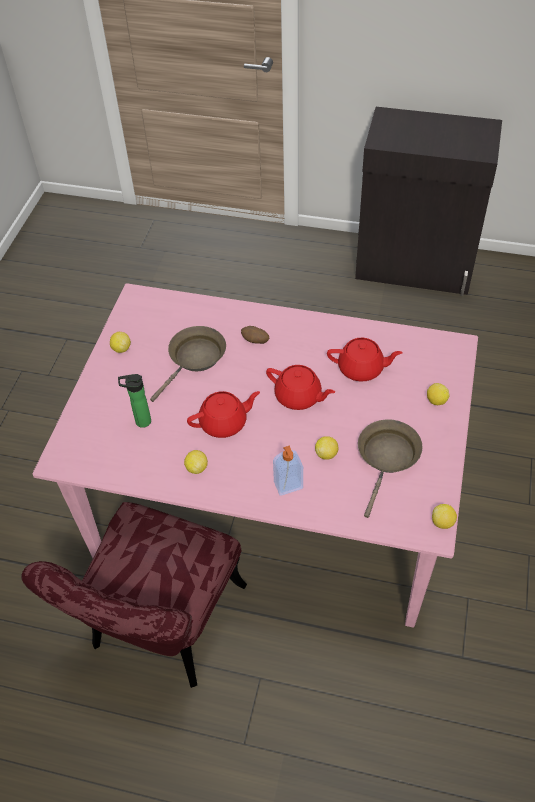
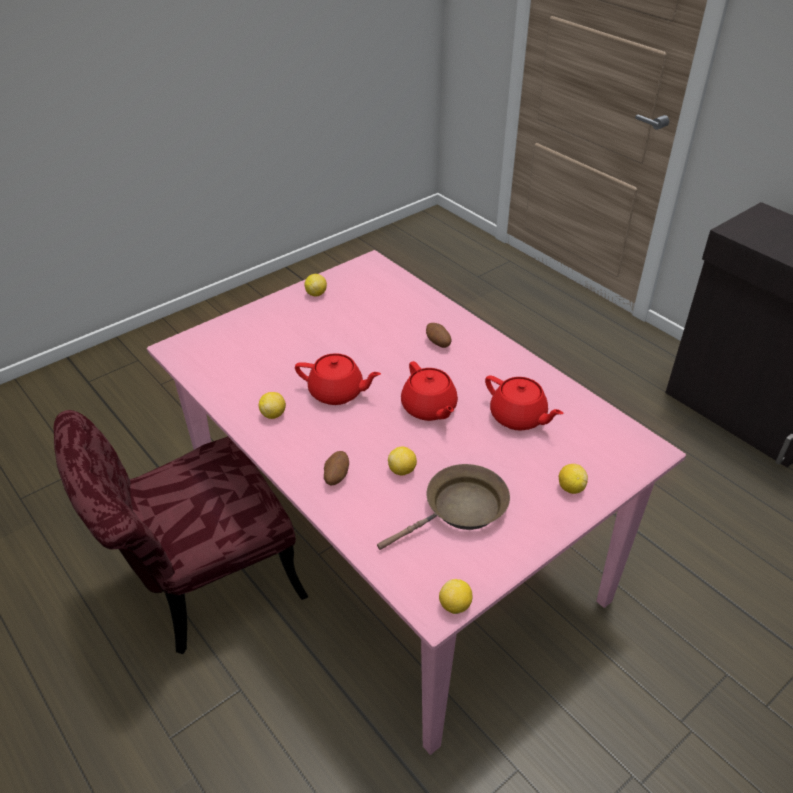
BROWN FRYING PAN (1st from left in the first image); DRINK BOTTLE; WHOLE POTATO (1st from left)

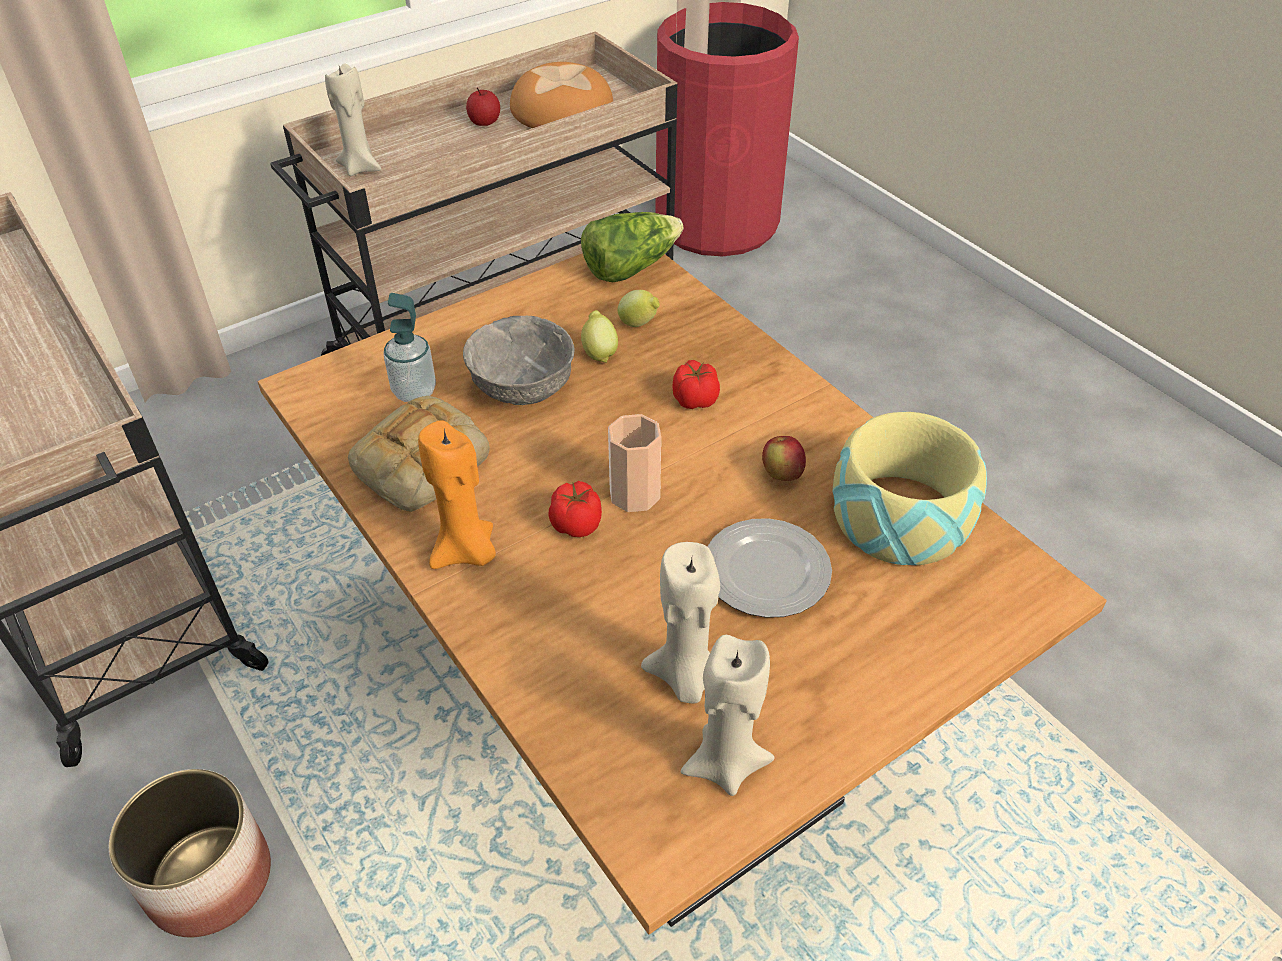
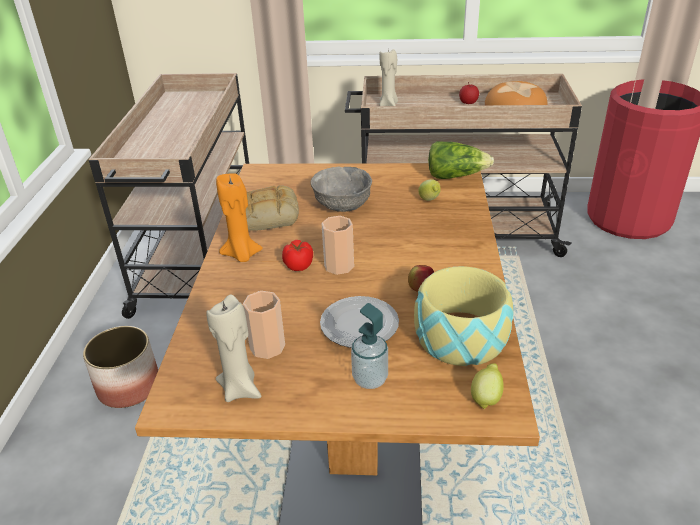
SOAP BOTTLE; WHOLE LEMON (2nd from left); FRESH TOMATO (2nd from left in the first image); SMALL CUP (1st from left)

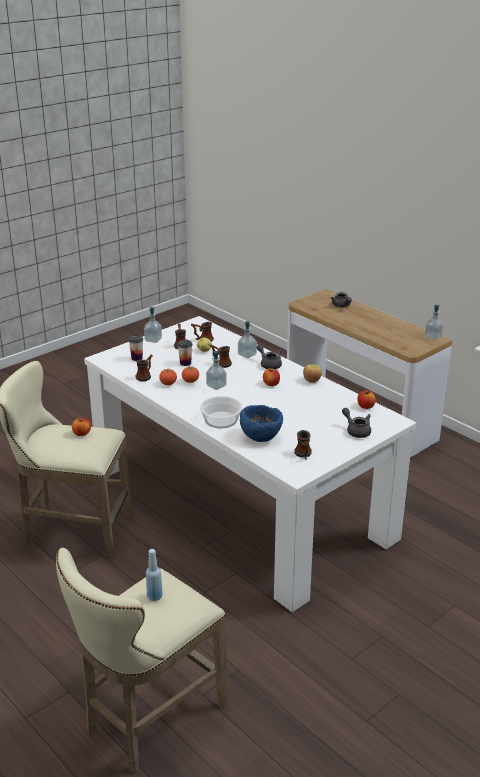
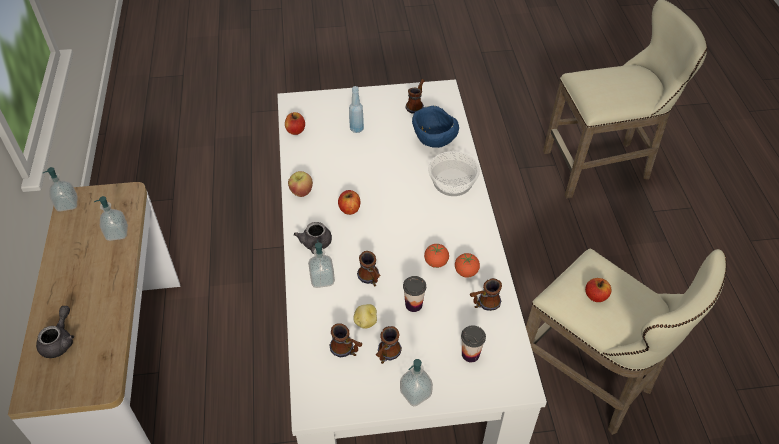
SOAP BOTTLE (2nd from left); GRAY TEAPOT (3rd from left in the first image); BLUISH DRINK BOTTLE

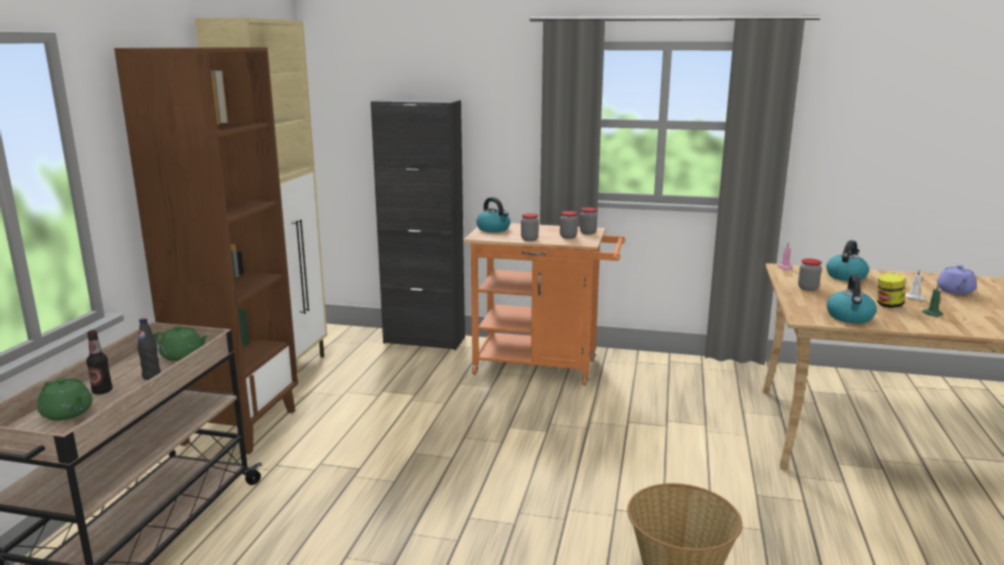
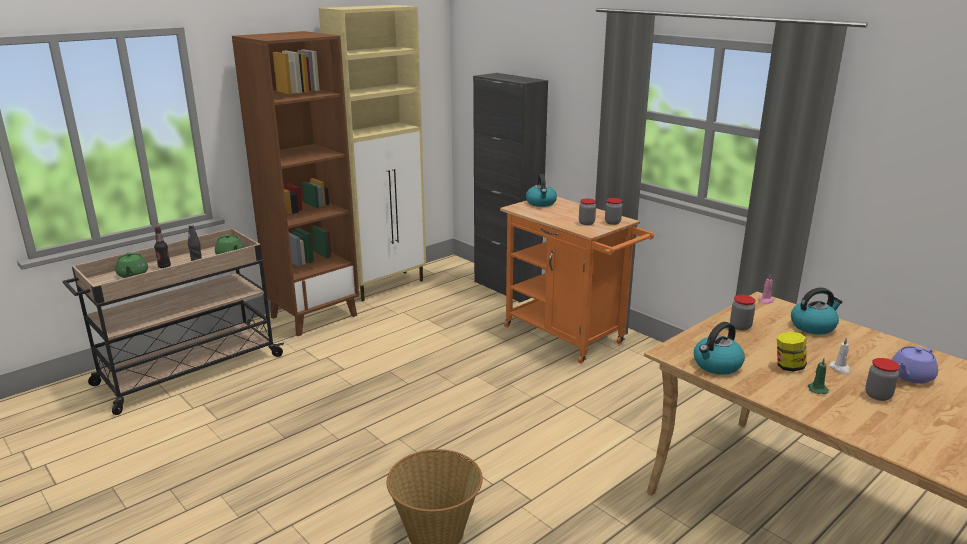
STORAGE JAR (5th from left)

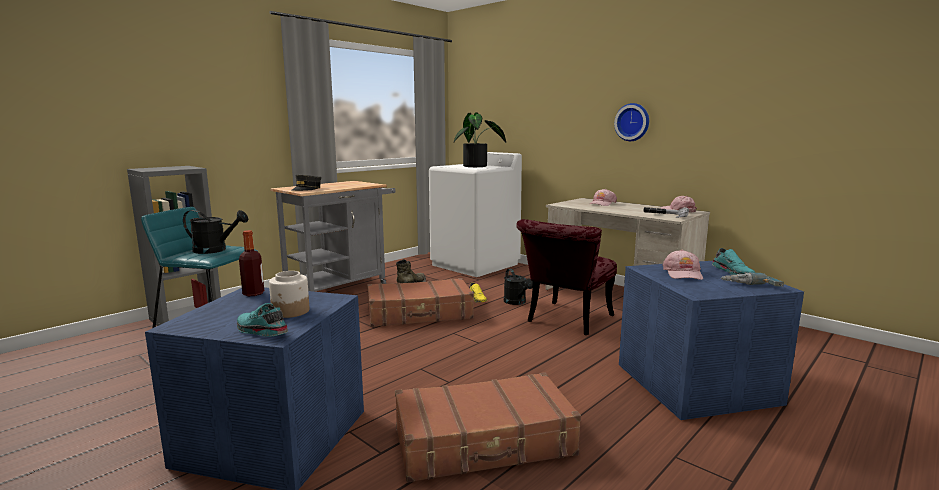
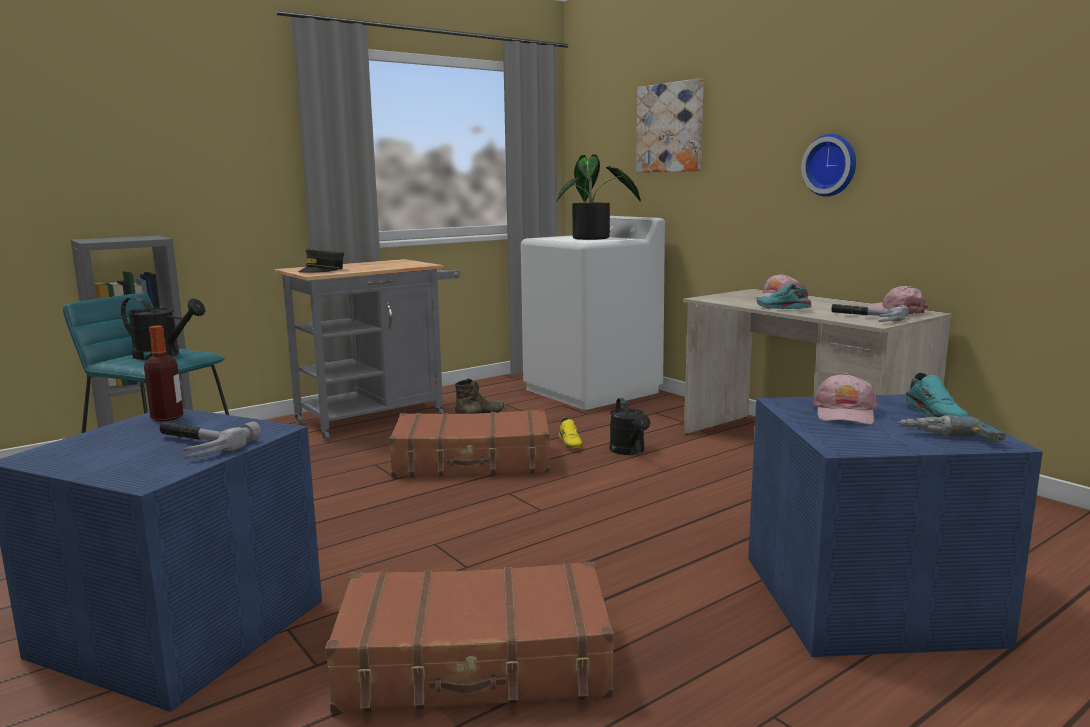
REDDISH PLAIN CHAIR; HAND HAMMER (1st from left); TURQUOISE-COLOURED SHOE (1st from left); WALL ART

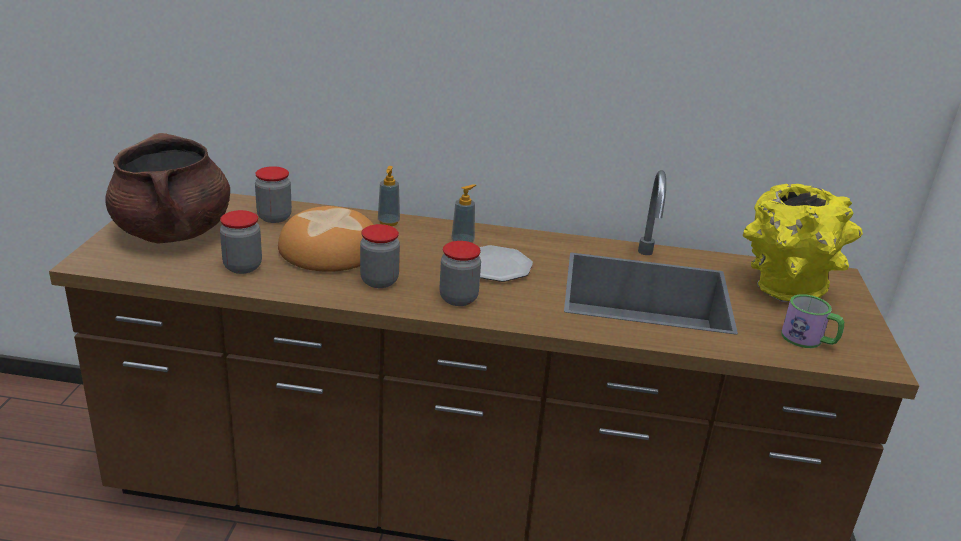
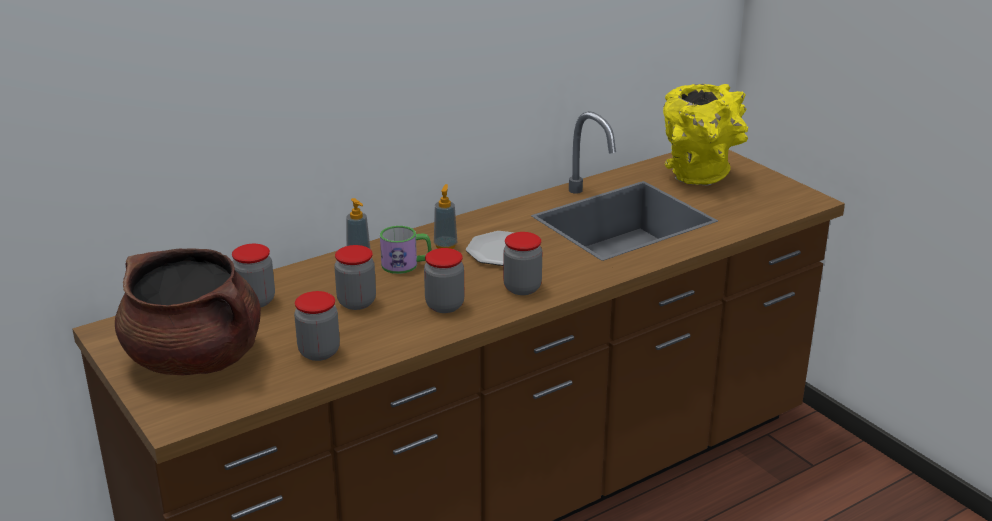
STORAGE JAR (3rd from left); COFFEE MUG

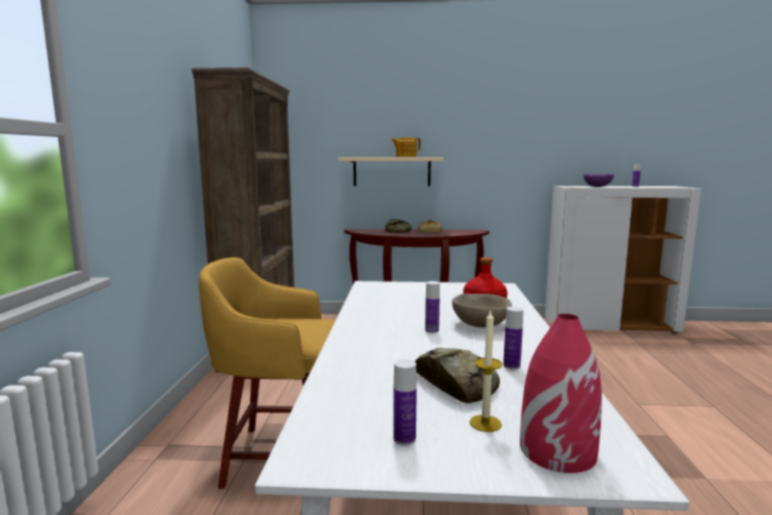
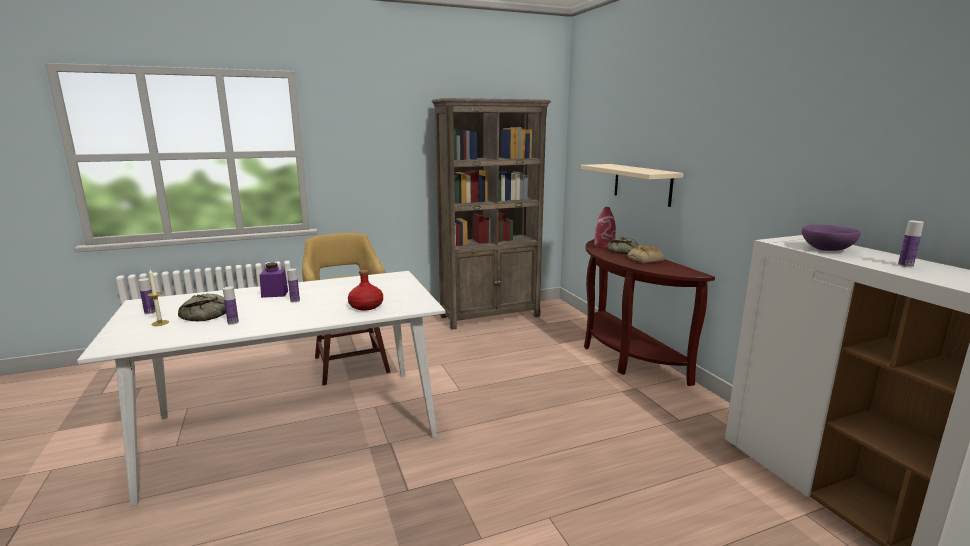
TEAPOT; BEIGE-COLOURED SERVING BOWL; REDDISH VASE; PURPLE-COLOURED STORAGE JAR

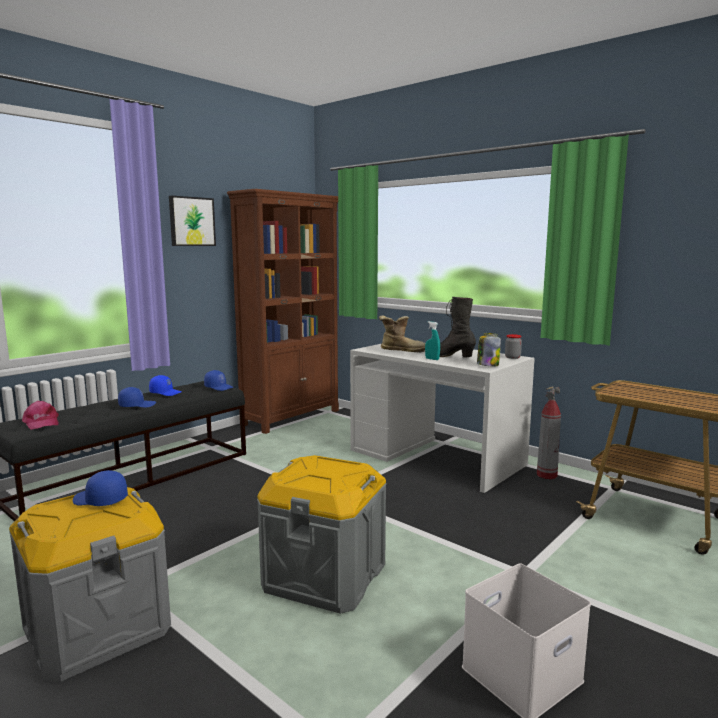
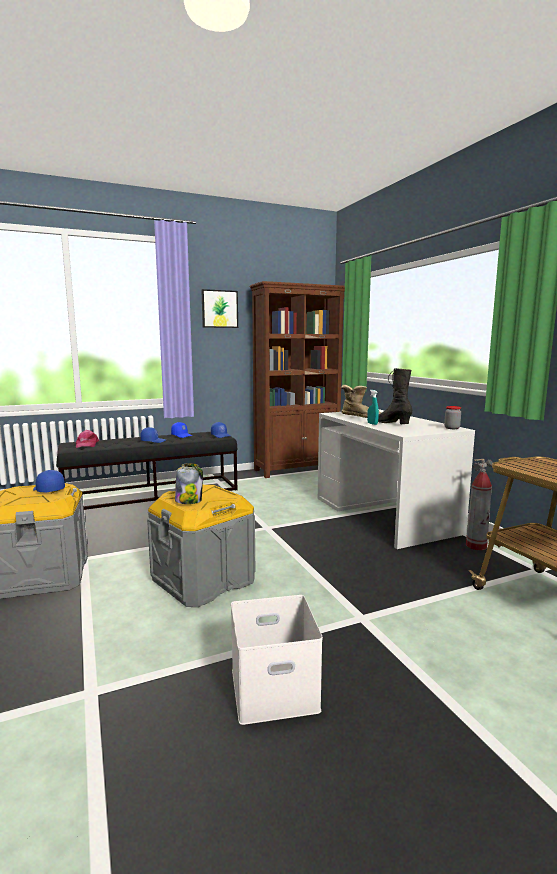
STORAGE JAR (1st from left)

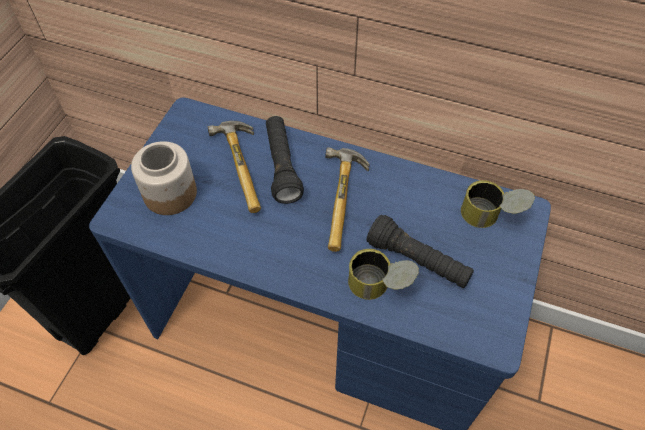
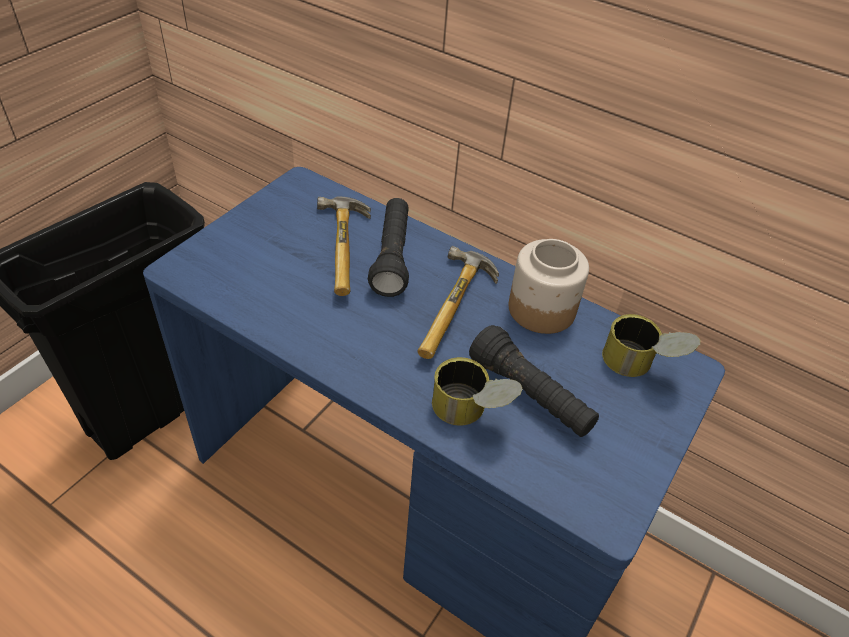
STORAGE JAR

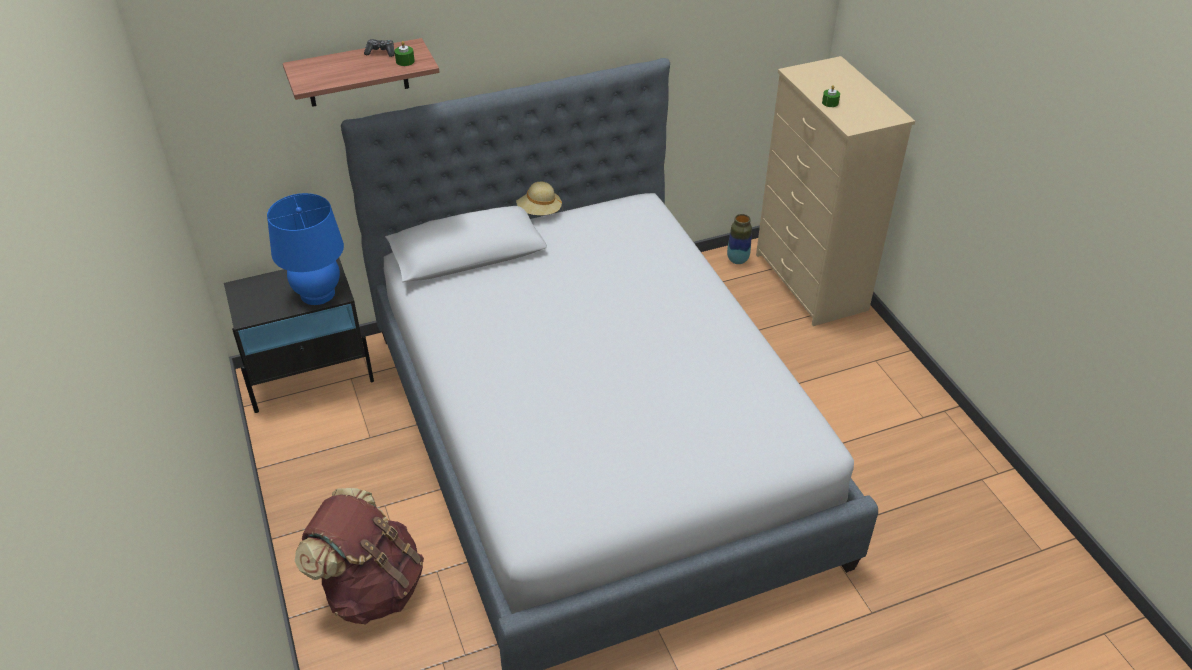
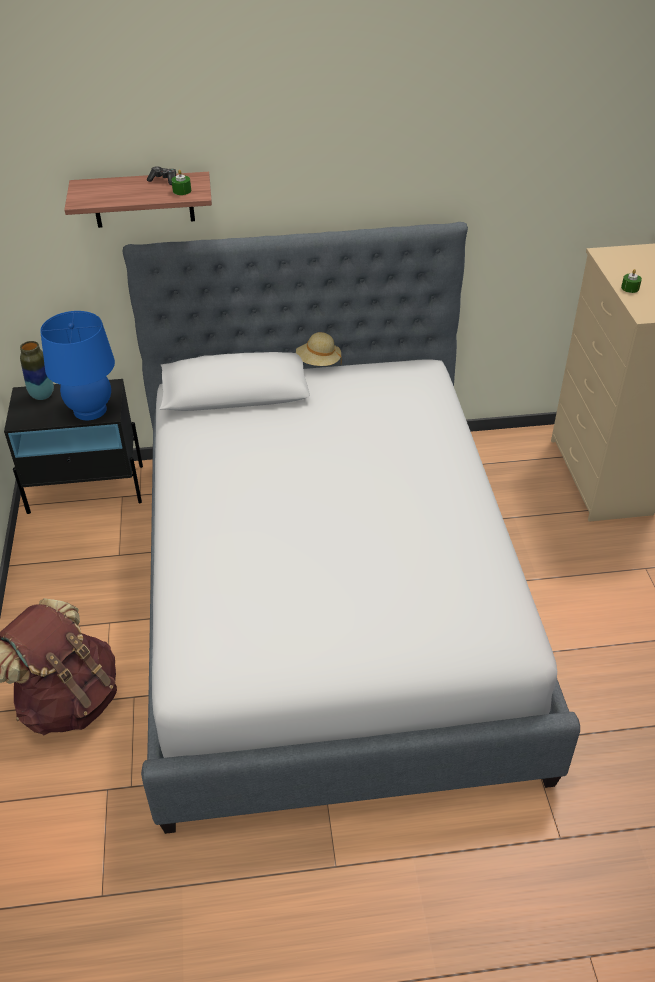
VASE

